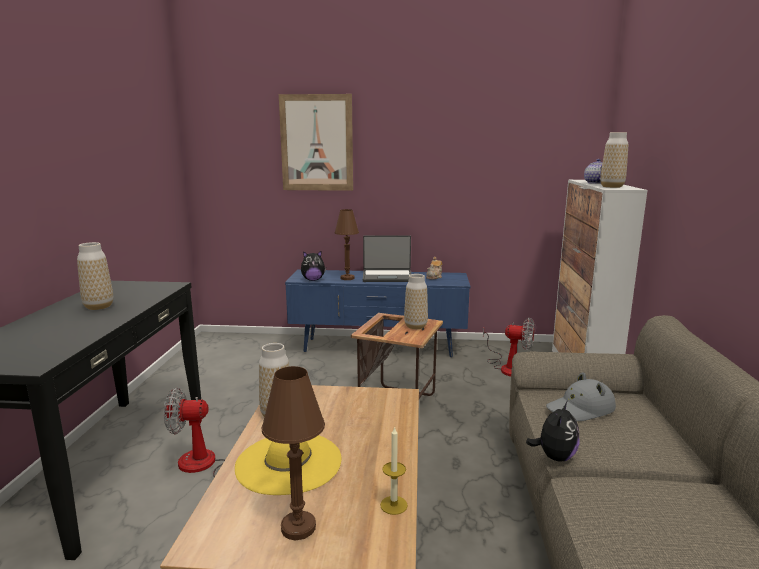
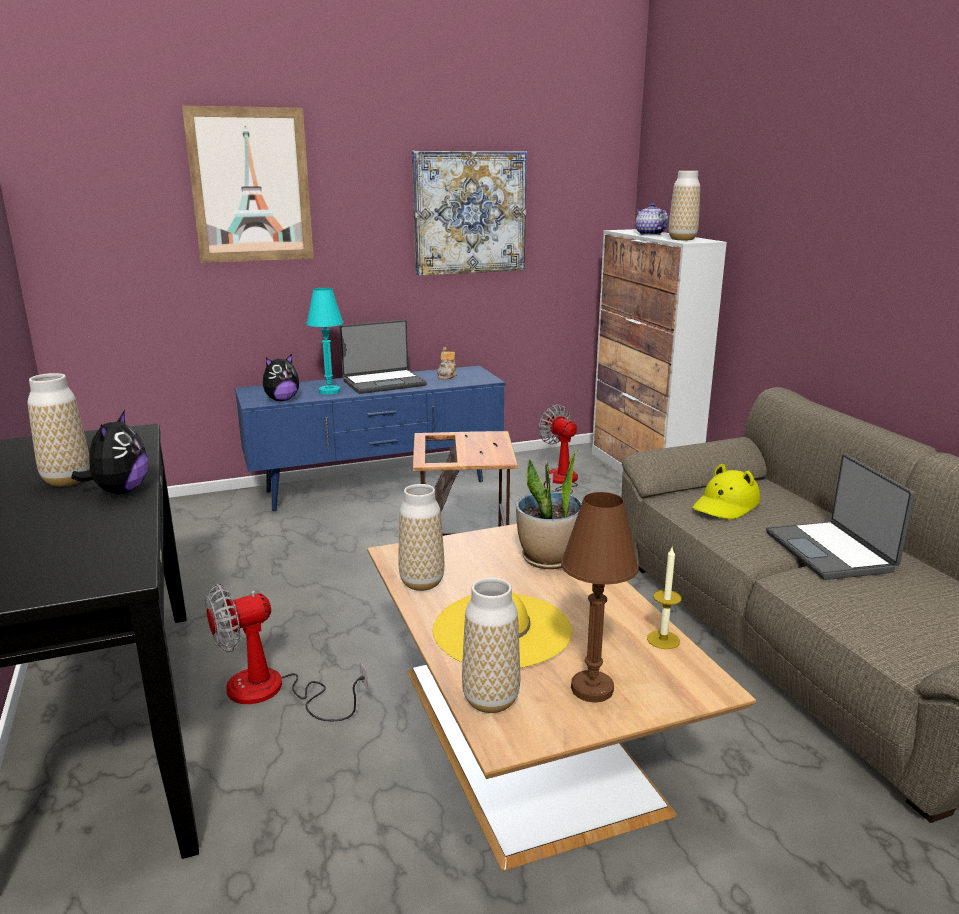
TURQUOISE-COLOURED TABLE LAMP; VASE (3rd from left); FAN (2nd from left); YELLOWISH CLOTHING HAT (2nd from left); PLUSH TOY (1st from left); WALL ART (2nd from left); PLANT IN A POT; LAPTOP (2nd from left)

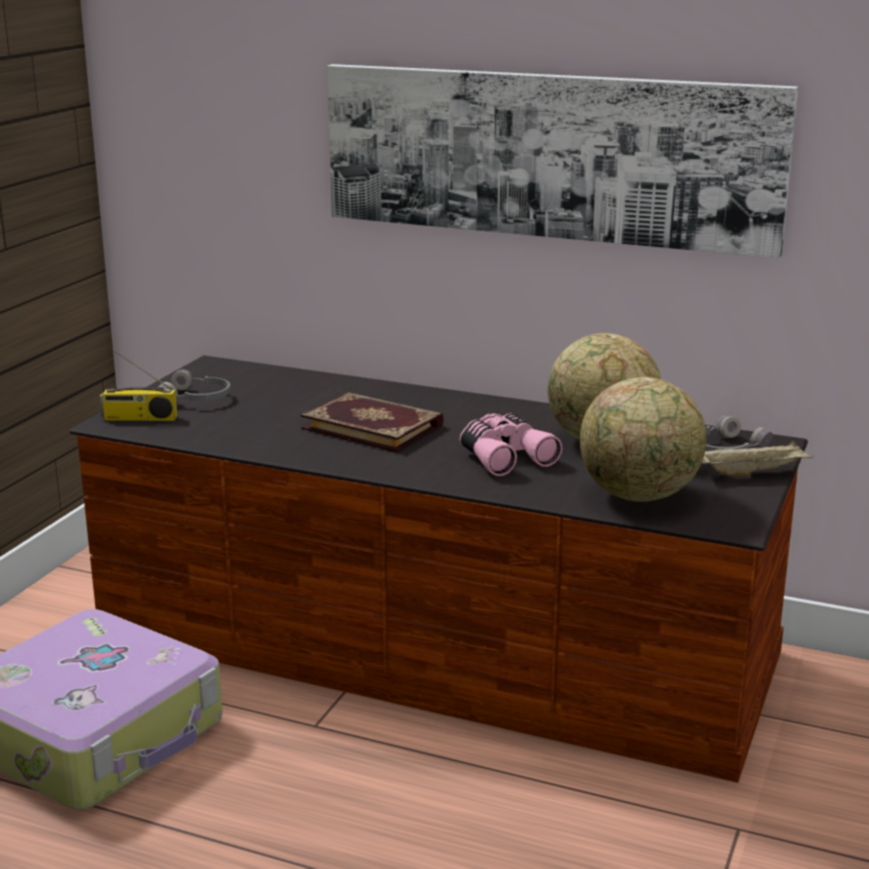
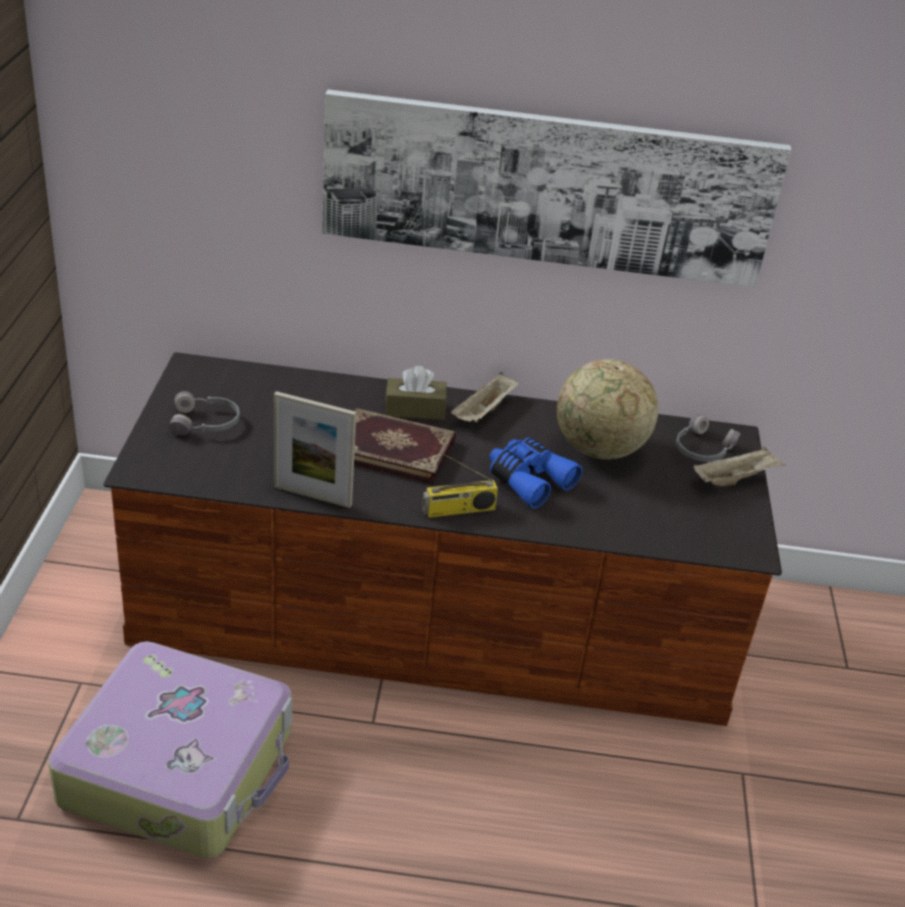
RADIO; WORLD GLOBE (2nd from left in the first image); BLUISH FIELD GLASSES; BROWN BOX OF TISSUES; BEIGE-COLOURED CARRYING TRAY (1st from left); PHOTO FRAME

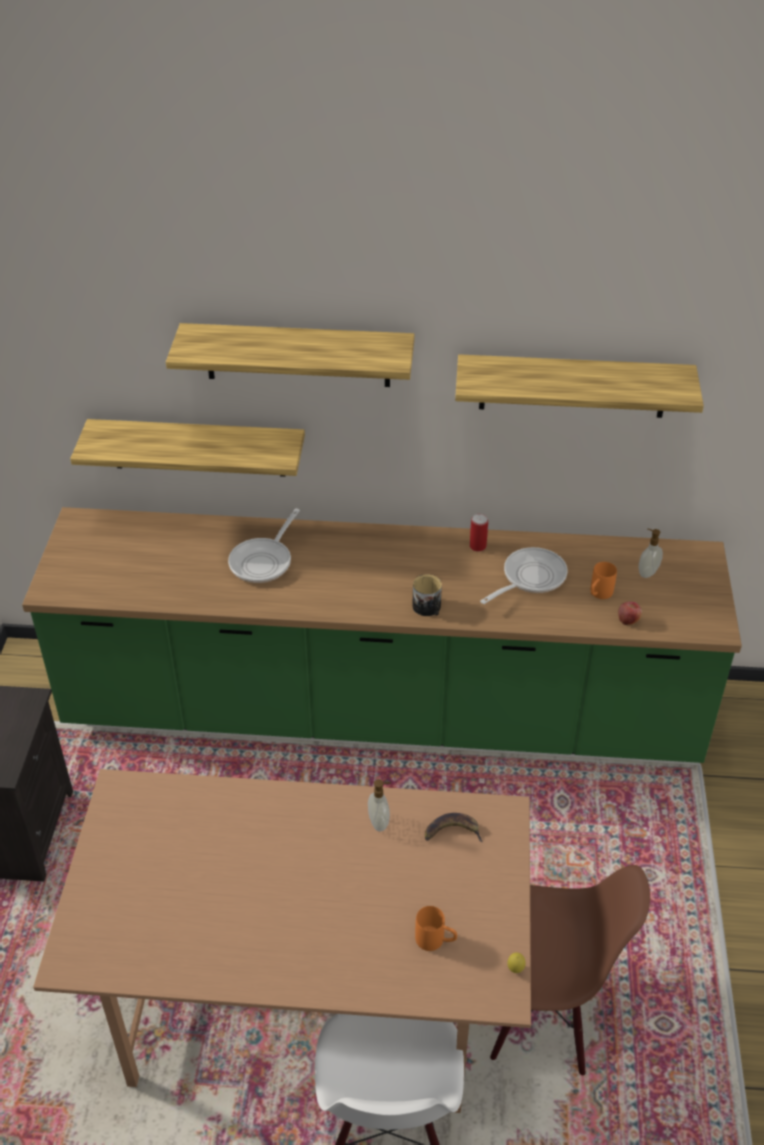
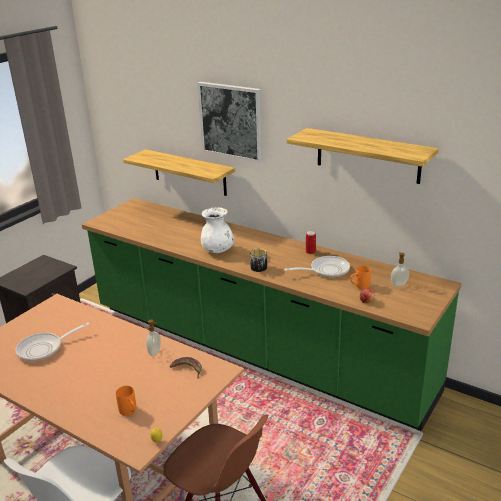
WALL ART; FRYING PAN (1st from left); WHITE VASE

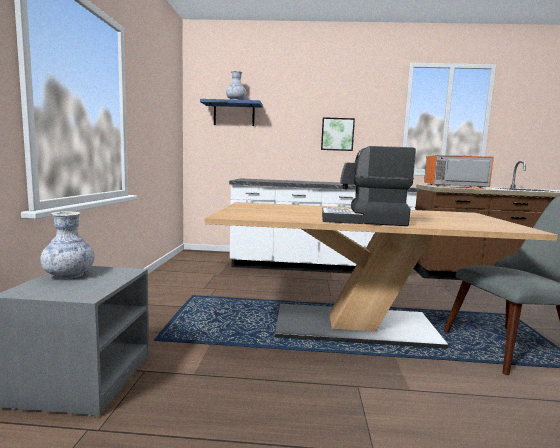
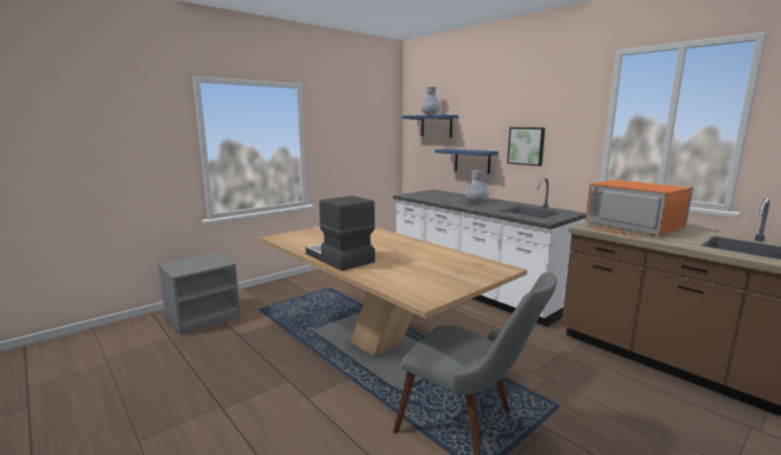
VASE (2nd from left); BLUISH BRACKET SHELF (2nd from left)

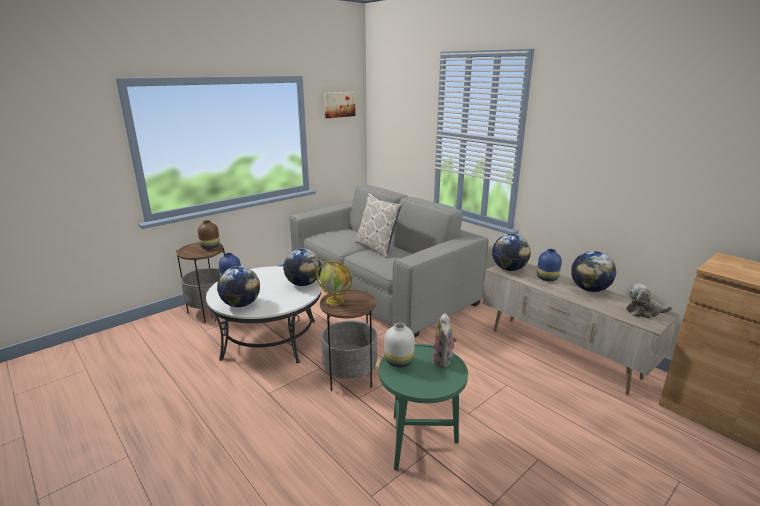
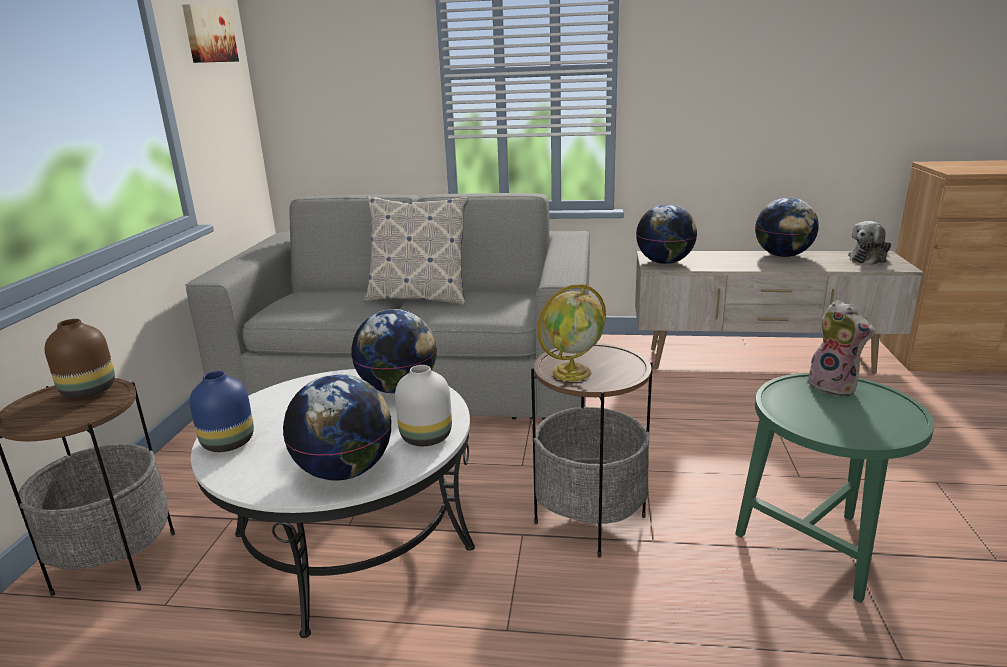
BLUISH VASE (2nd from left in the first image); WHITE VASE

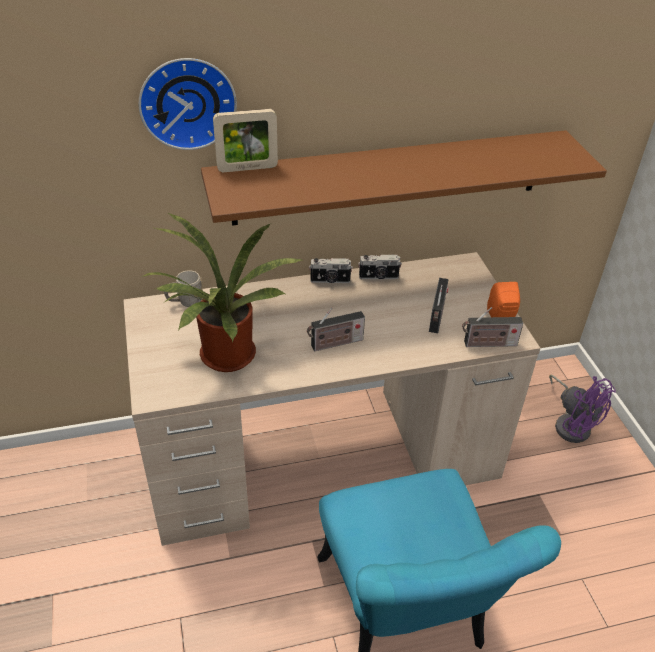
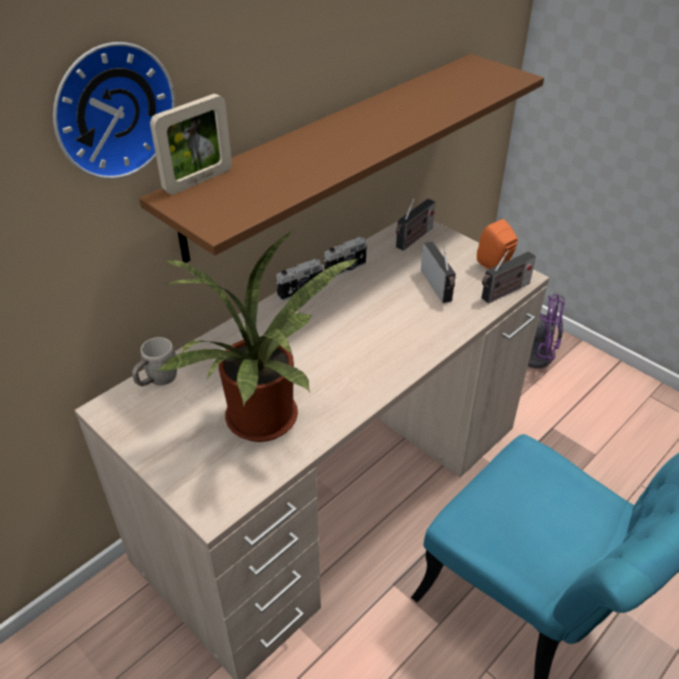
RADIO (1st from left)

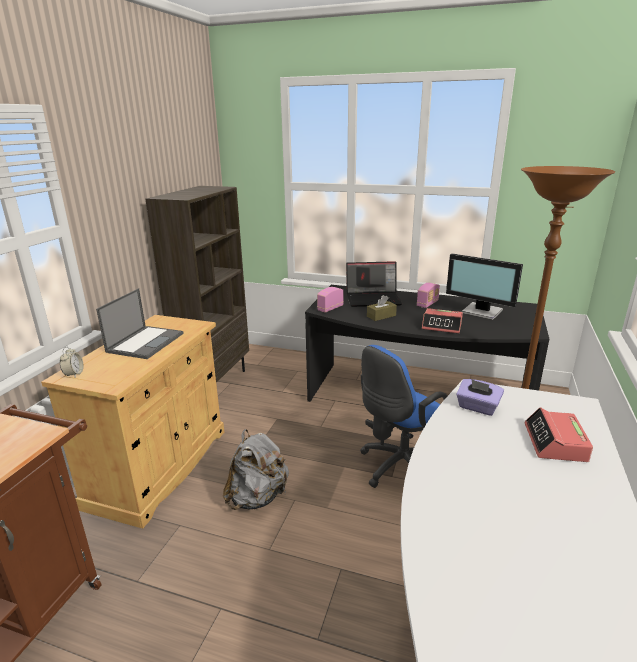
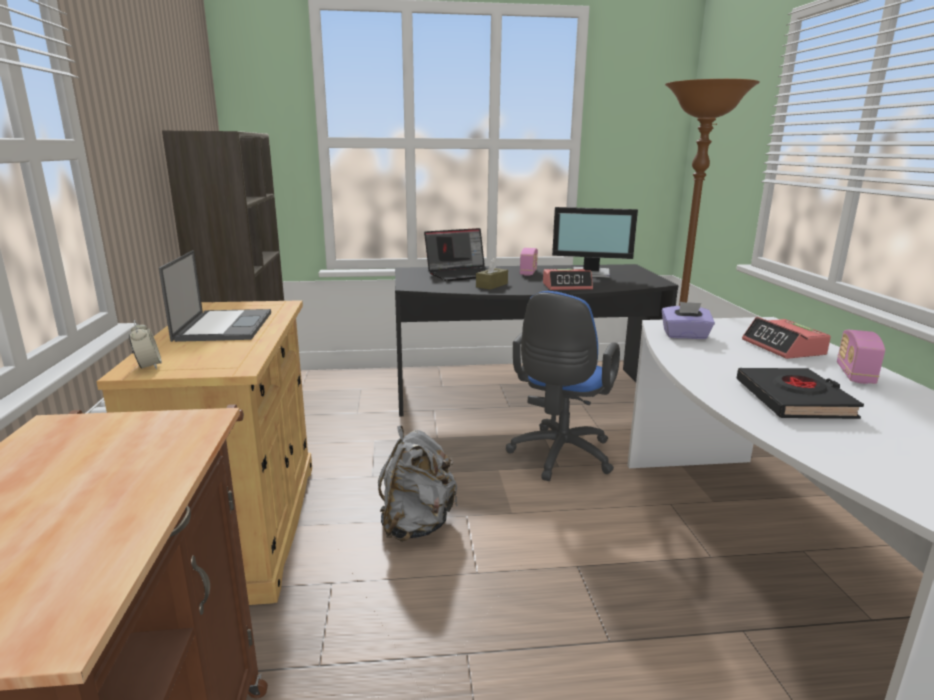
RADIO (2nd from left); BLACK-COLOURED VOLUME

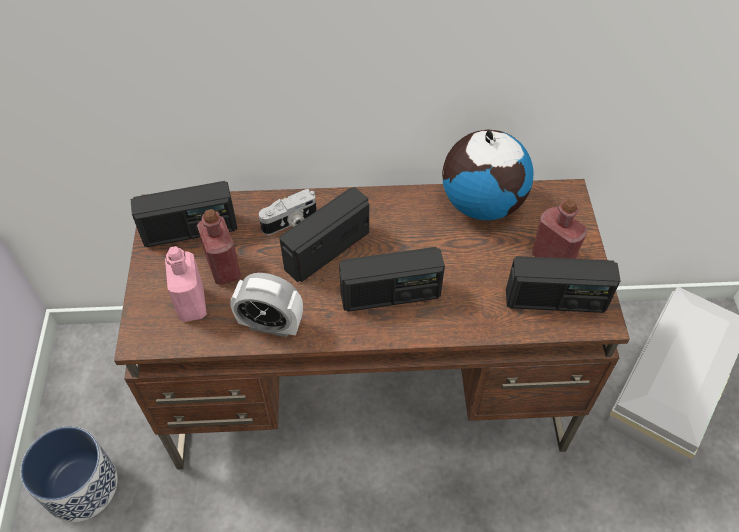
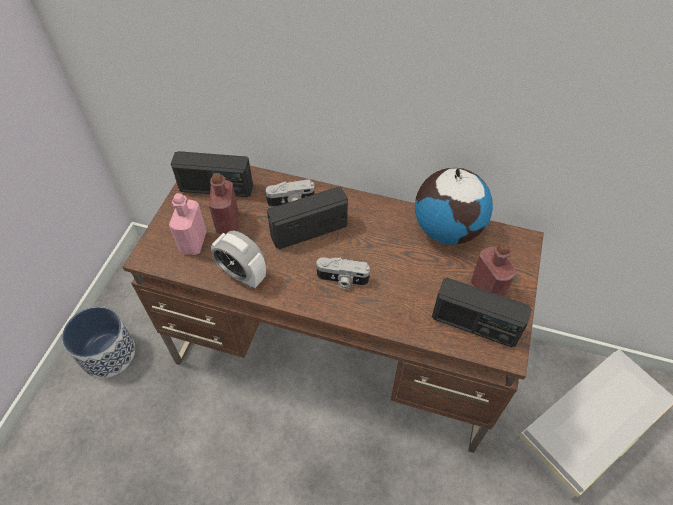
PHOTO CAMERA (2nd from left)

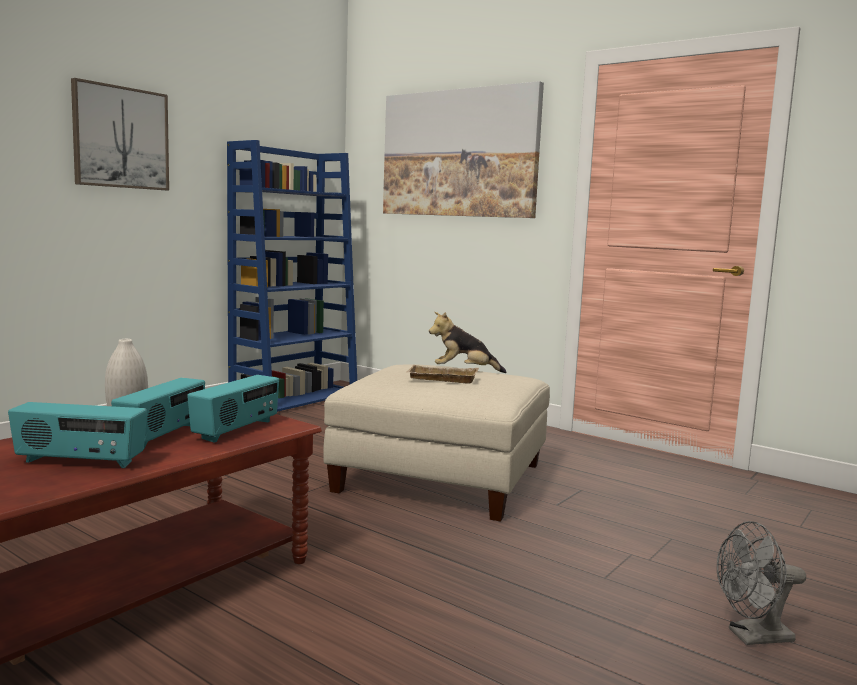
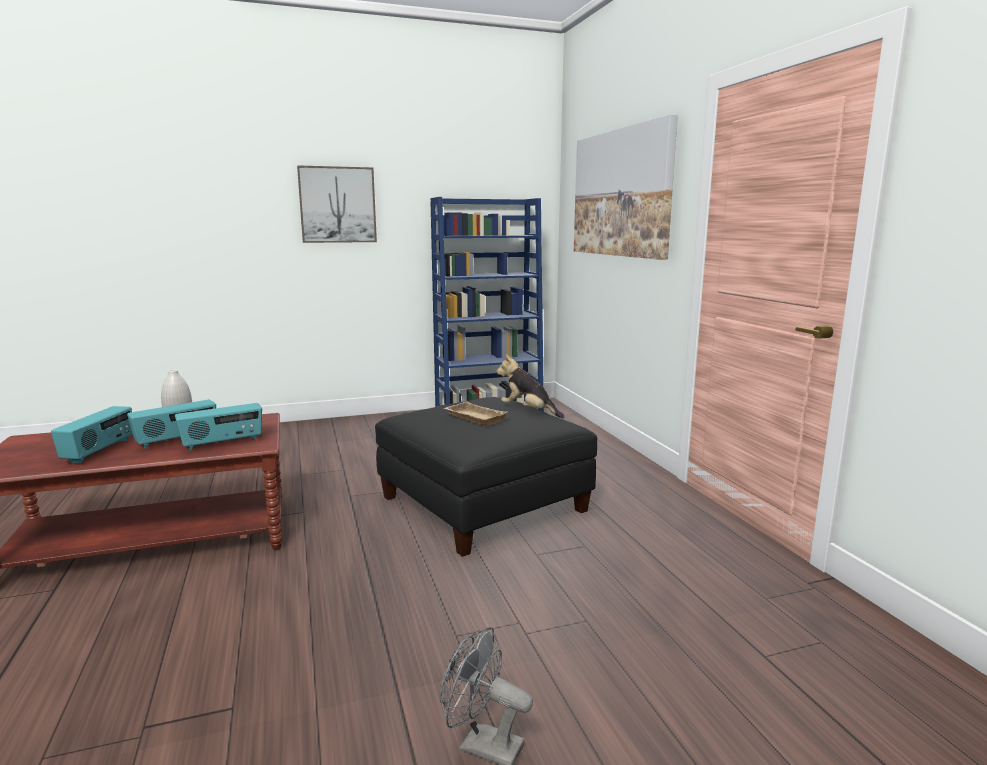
BLACK-COLOURED POUFFE; RADIO (1st from left)

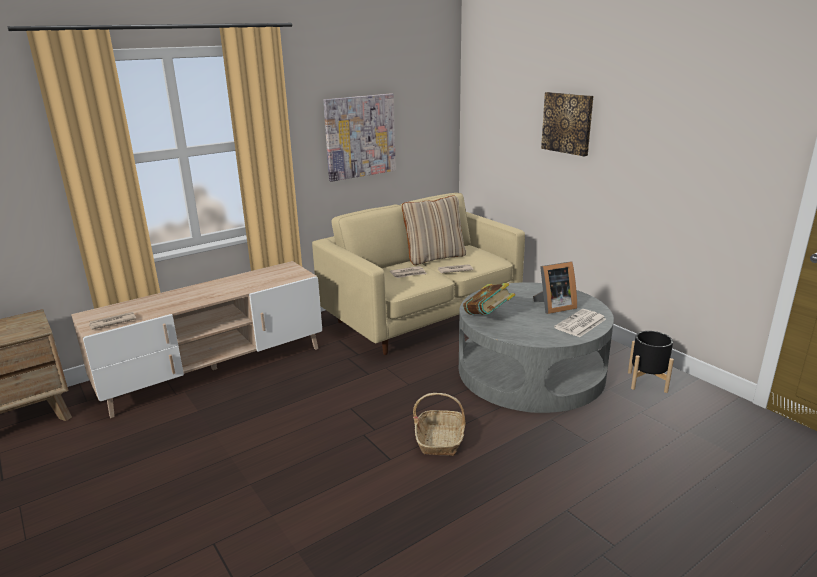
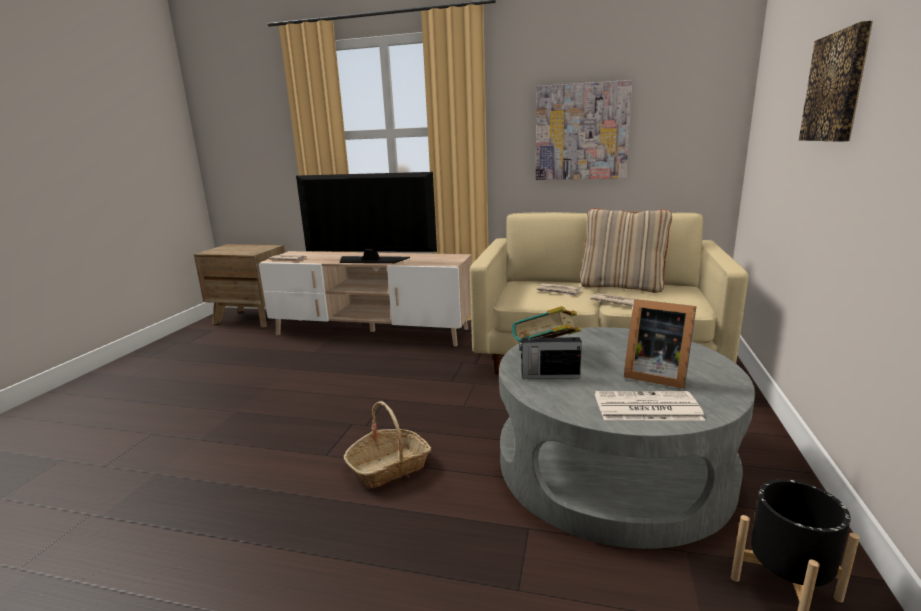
TELEVISION; RADIO

